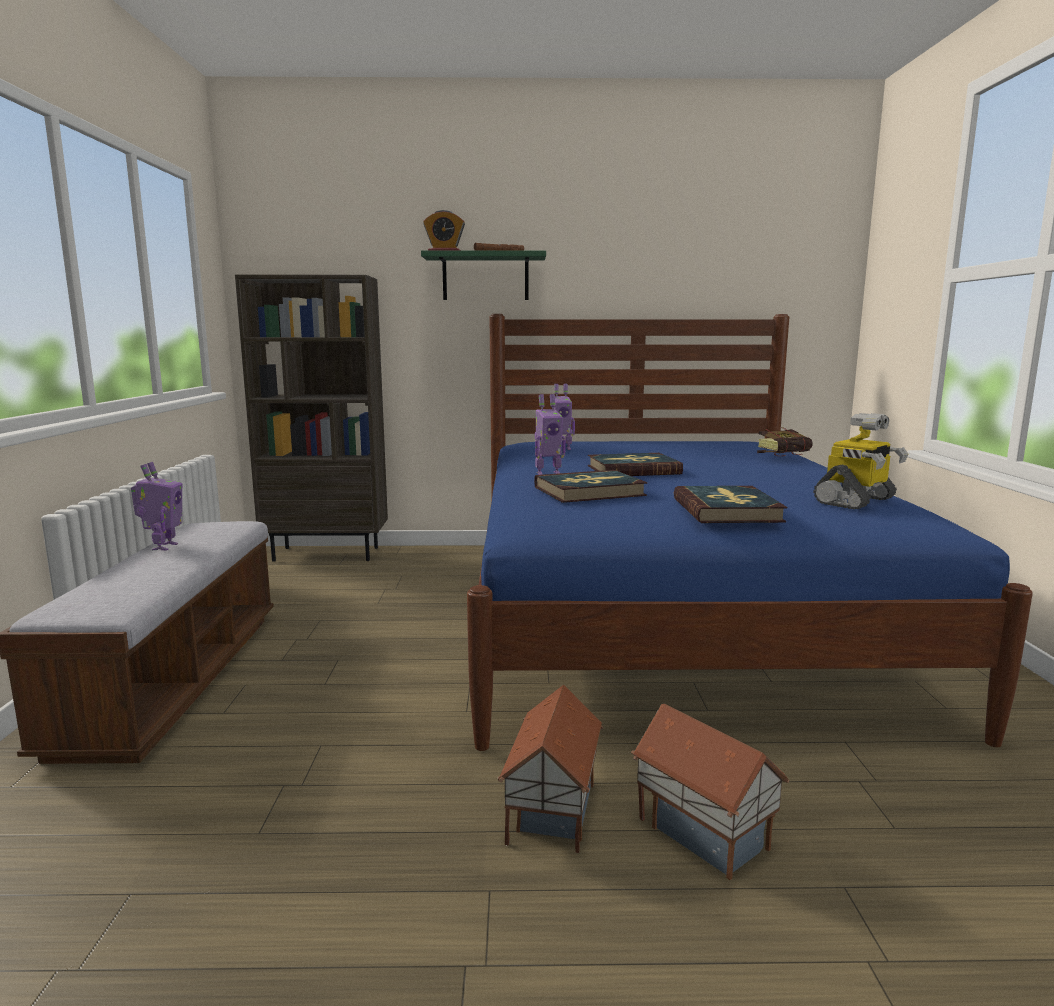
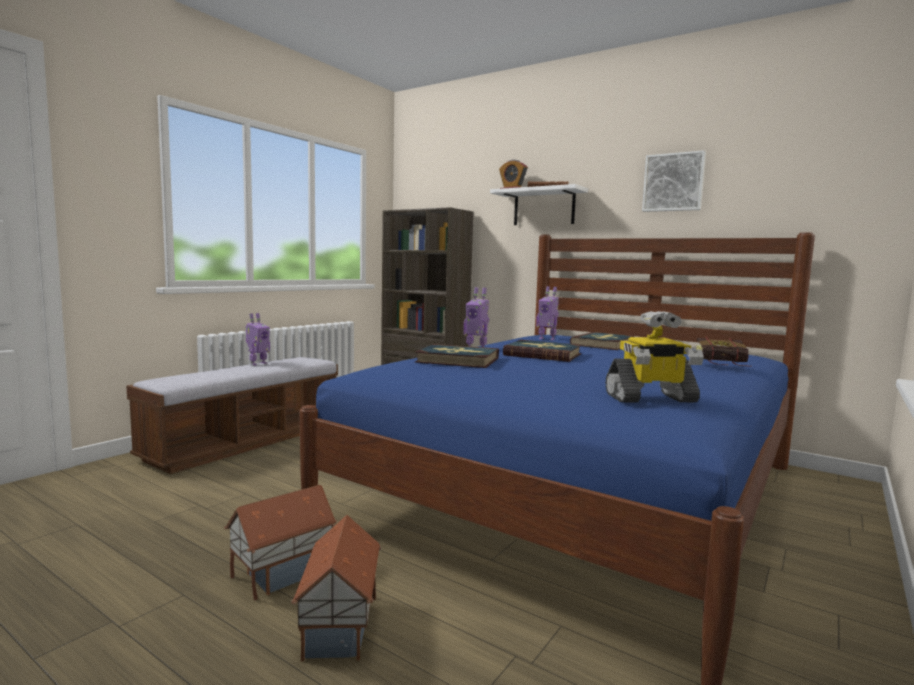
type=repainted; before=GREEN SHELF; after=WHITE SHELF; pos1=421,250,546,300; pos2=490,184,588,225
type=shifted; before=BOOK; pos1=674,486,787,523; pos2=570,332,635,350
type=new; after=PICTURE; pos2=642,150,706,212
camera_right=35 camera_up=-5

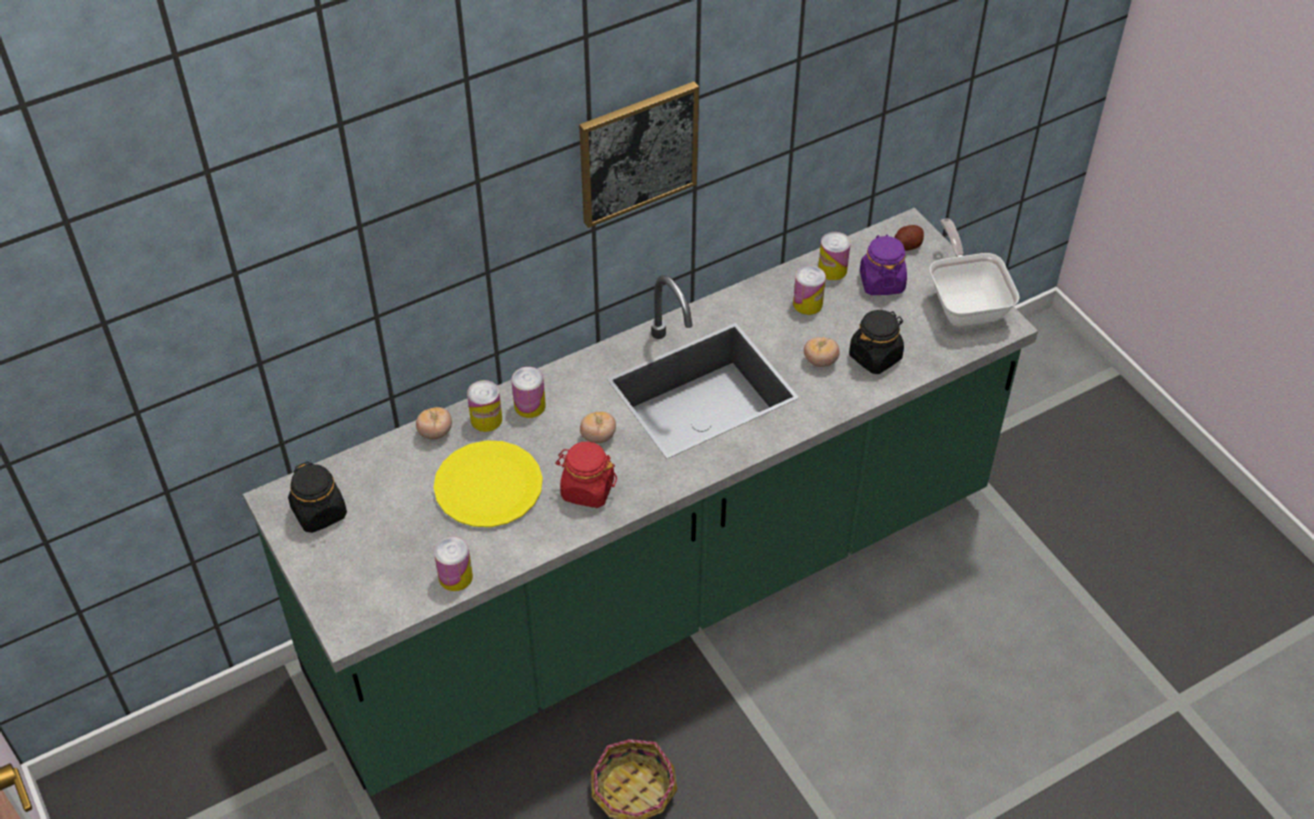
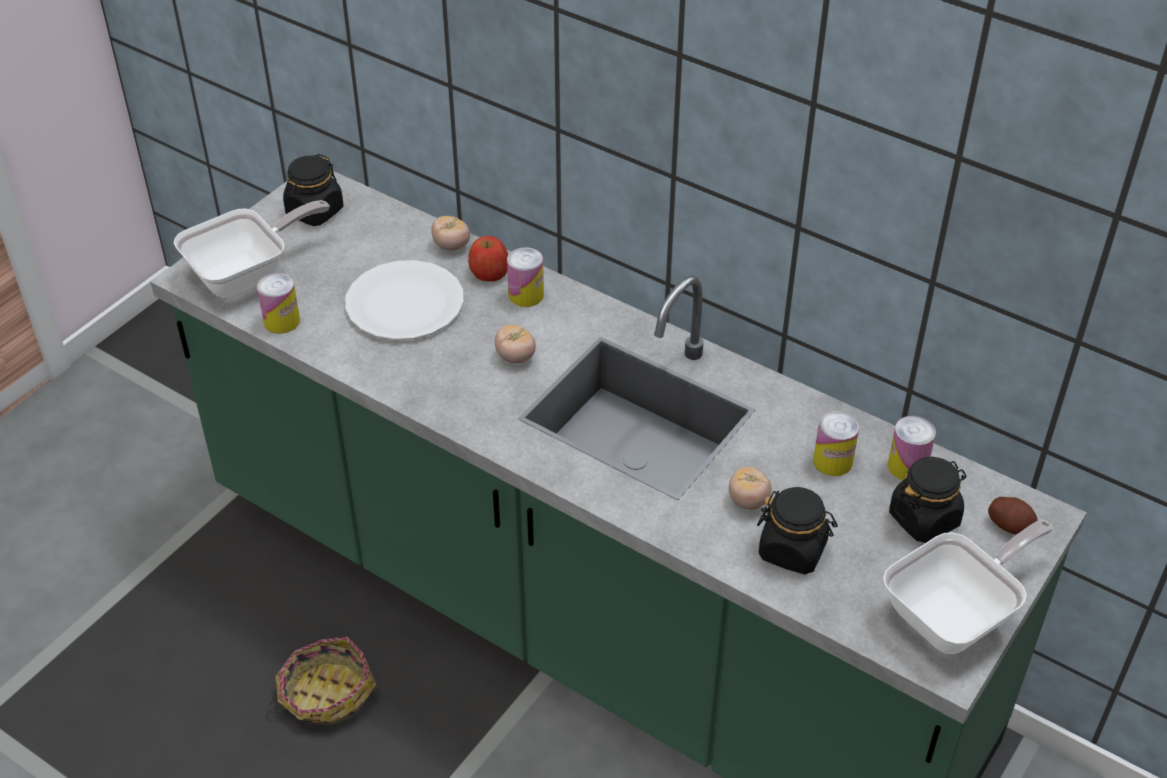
type=new; after=FRYING PAN; pos2=174,200,330,298
type=repainted; before=YELLOW PLATE; after=WHITE PLATE; pos1=433,441,543,527; pos2=345,260,464,340
type=swapped; before=CAN; after=APPLE; pos1=467,380,502,432; pos2=468,236,508,282
type=repainted; before=PURPLE JAR; after=BLACK JAR; pos1=860,234,907,295; pos2=889,457,966,543
type=gone; before=RED JAR; pos1=555,442,617,508
type=gone; before=PICTURE; pos1=579,81,699,228
camera_right=65 camera_up=-5

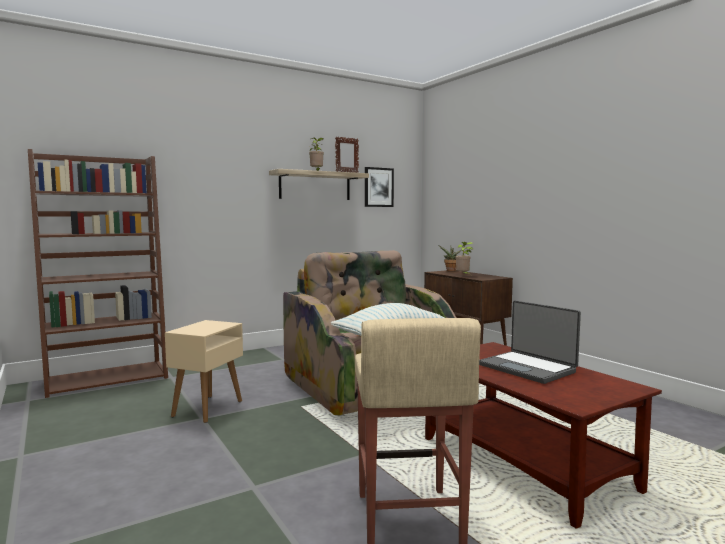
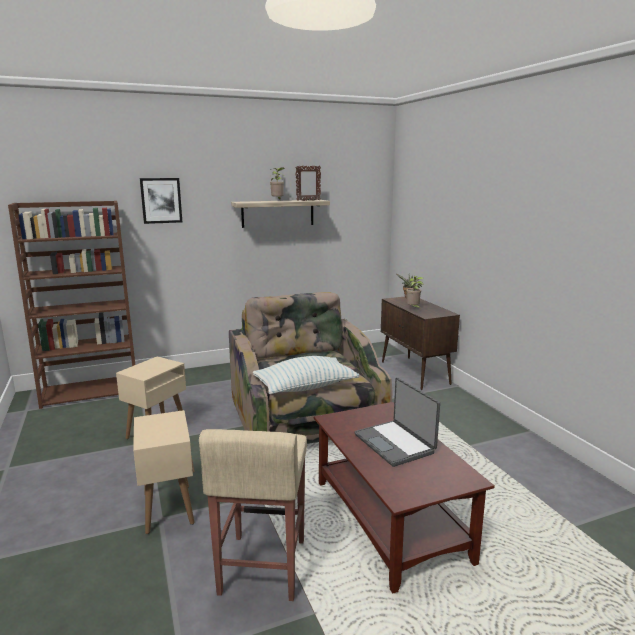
type=new; after=BEIGE SIDE TABLE; pos2=133,410,195,534
type=shifted; before=PICTURE; pos1=365,167,394,207; pos2=140,178,182,224
camera_right=10 camera_up=10

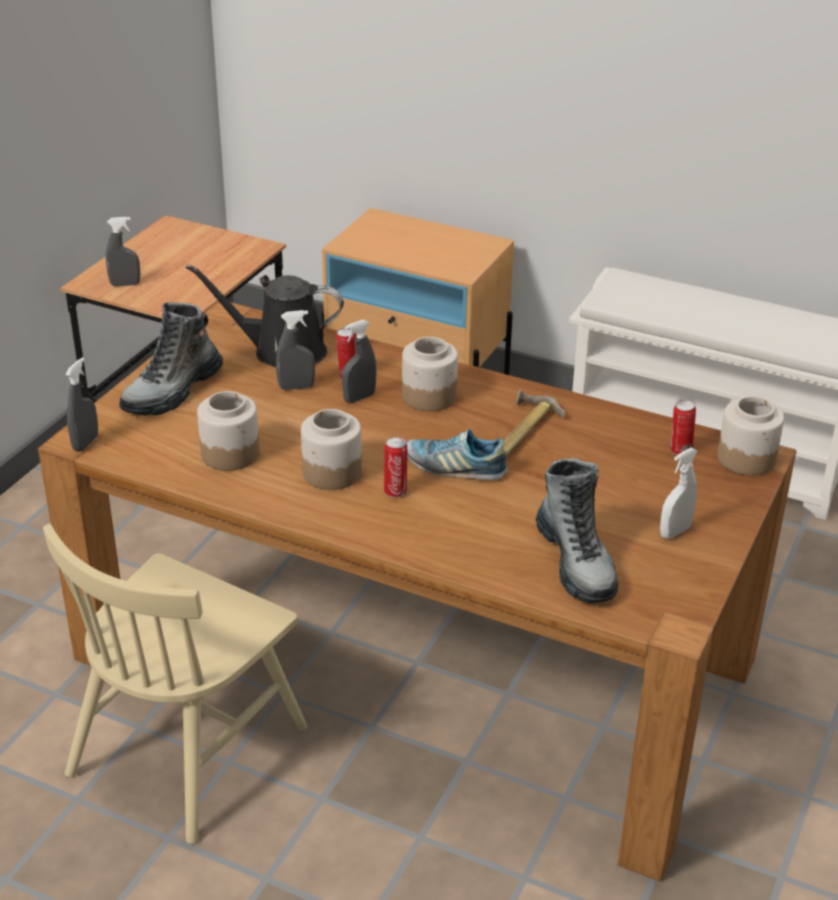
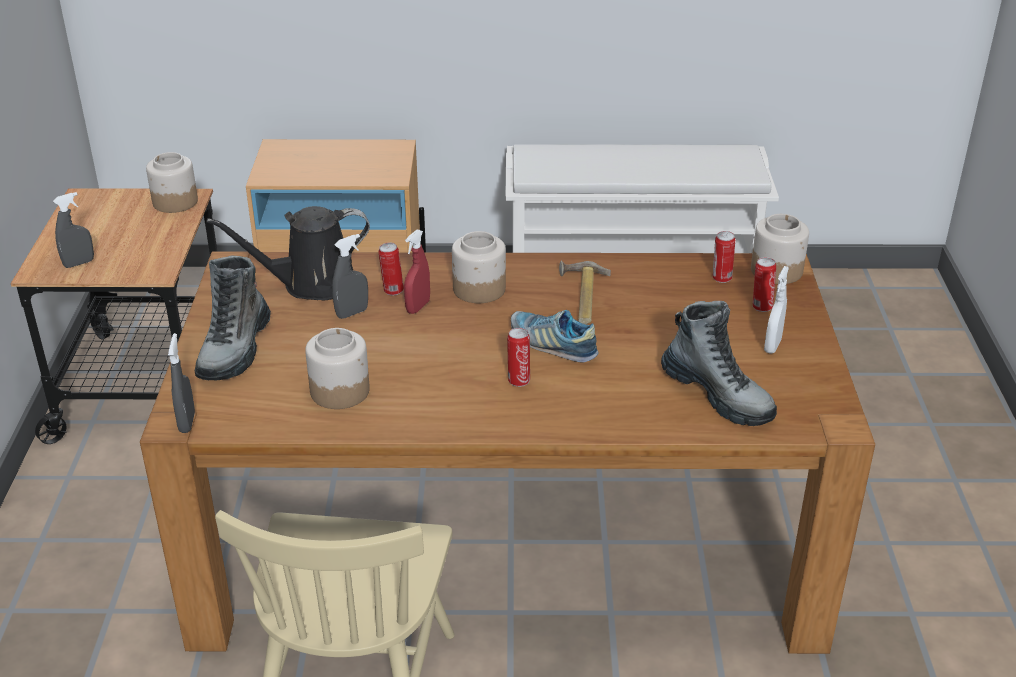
type=shifted; before=JAR; pos1=301,409,362,490; pos2=146,152,198,213
type=repainted; before=GREY SPRAY BOTTLE; after=RED SPRAY BOTTLE; pos1=342,320,376,403; pos2=404,230,430,314
type=rotated; before=SHOE; pos1=406,429,507,480; pos2=511,310,599,363; turn=45
type=new; after=CAN; pos2=753,257,776,312
camera_right=-25 camera_up=0

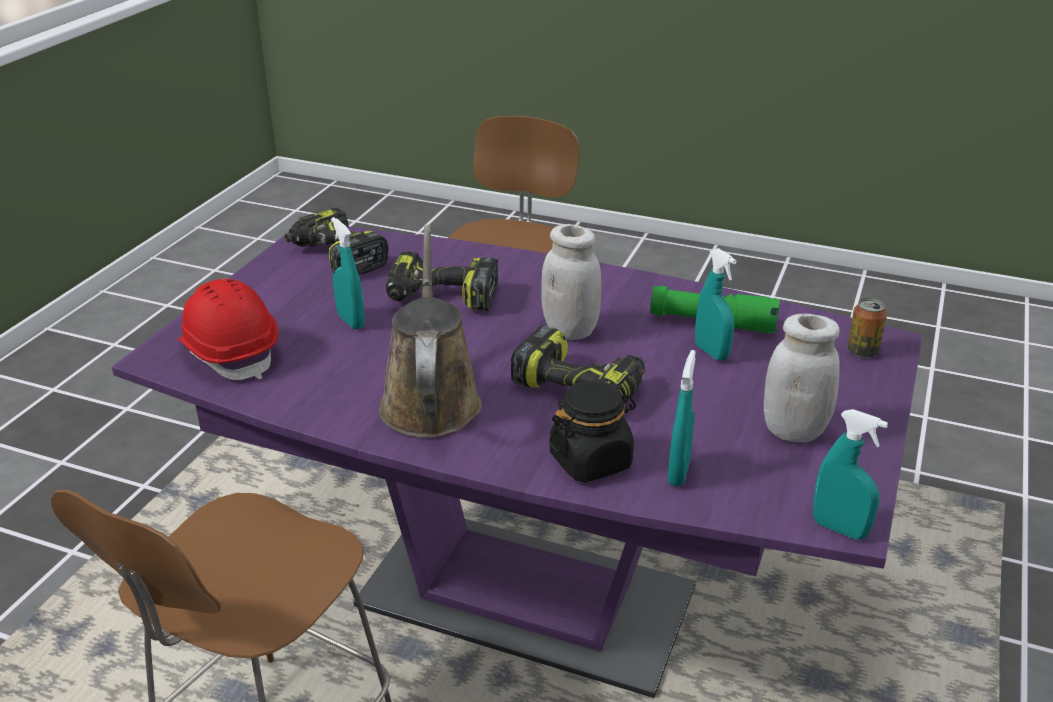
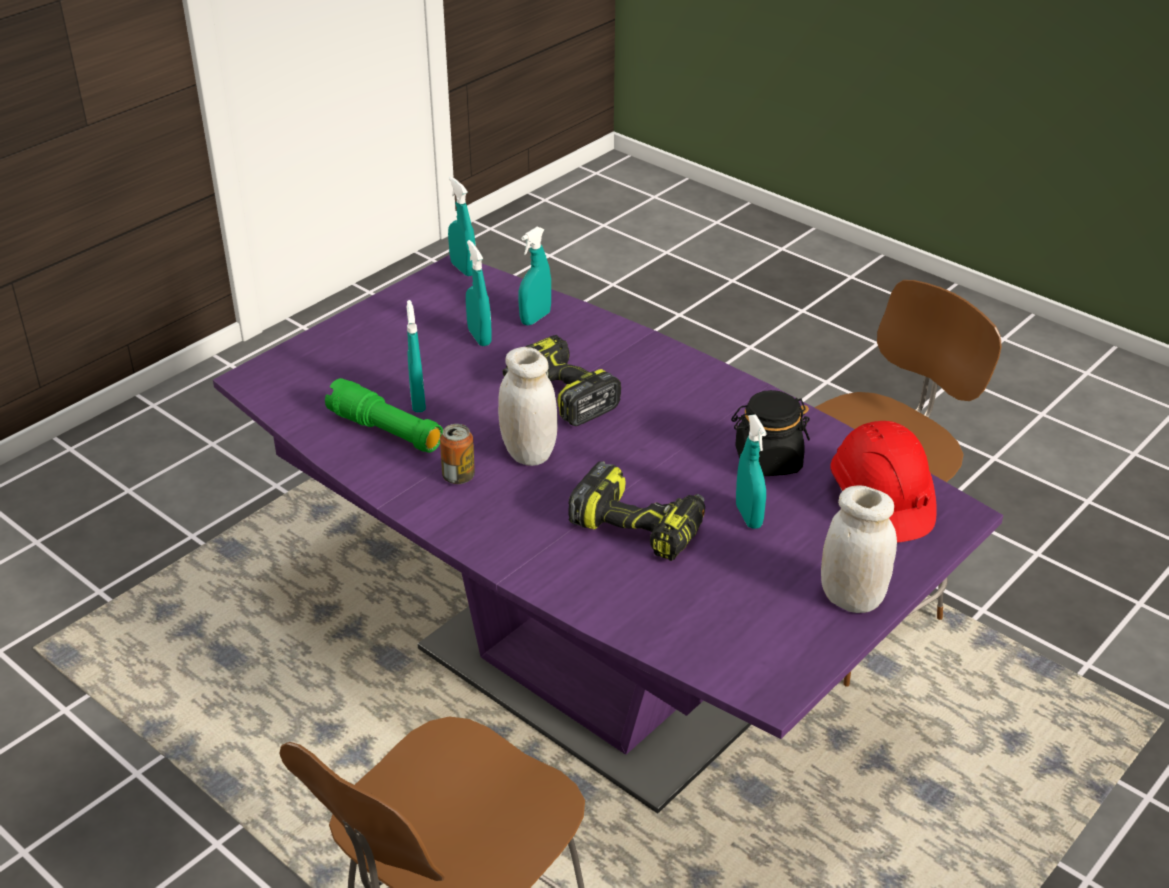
type=shifted; before=CAN; pos1=847,298,887,358; pos2=440,424,475,484
type=new; after=TURQUOISE SPRAY BOTTLE; pos2=466,240,492,346
type=shifted; before=BLACK JAR; pos1=549,380,636,483; pos2=731,390,810,476
type=shifted; before=WHITE JAR; pos1=764,314,840,443; pos2=821,486,897,613
type=gone; before=POWER DRILL; pos1=285,208,389,275
type=gone; before=BROWN WATERING CAN; pos1=379,225,482,438
camera_right=-160 camera_up=5

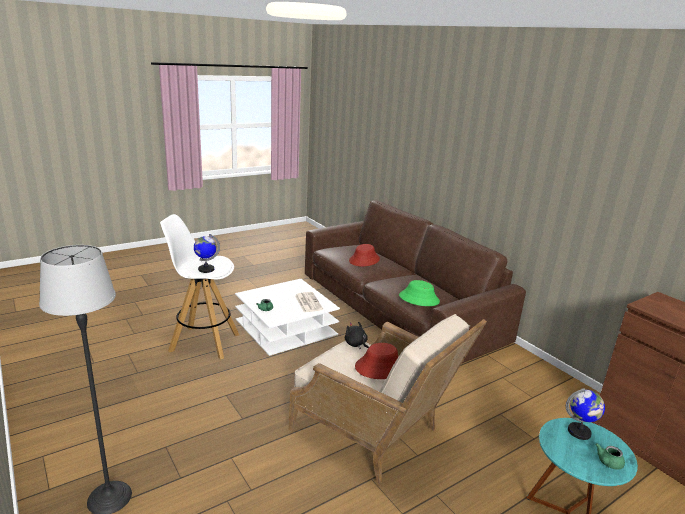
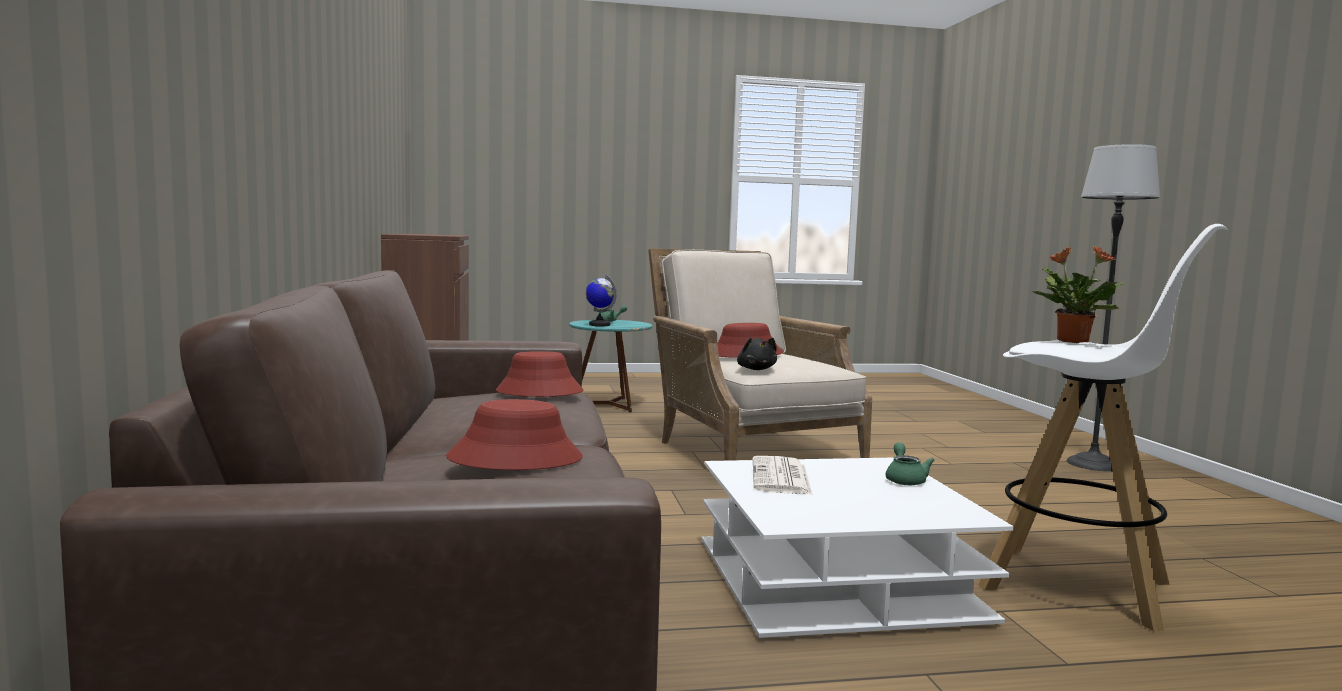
type=repainted; before=GREEN HAT; after=RED HAT; pos1=399,280,440,306; pos2=496,351,583,397
type=swapped; before=GLOBE; after=POTTED PLANT; pos1=194,234,220,273; pos2=1032,246,1125,343
camera_right=-155 camera_up=-15

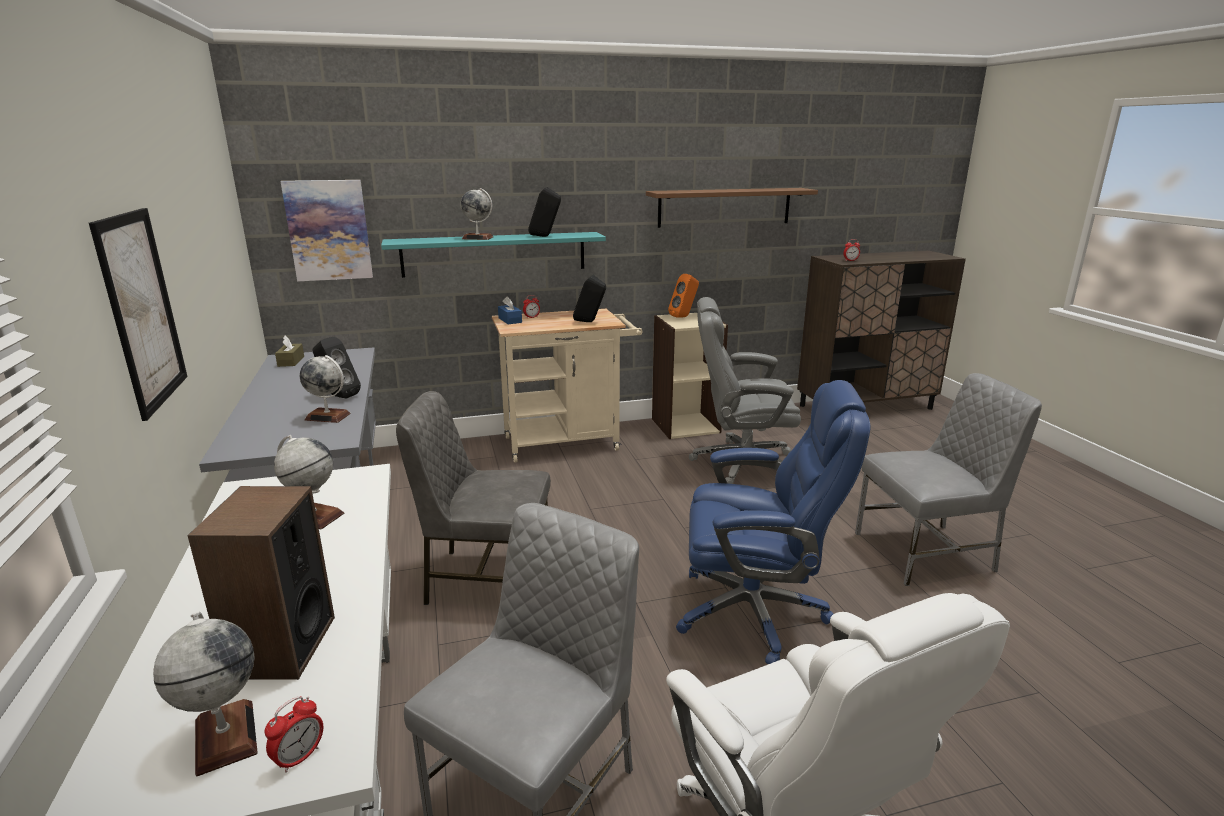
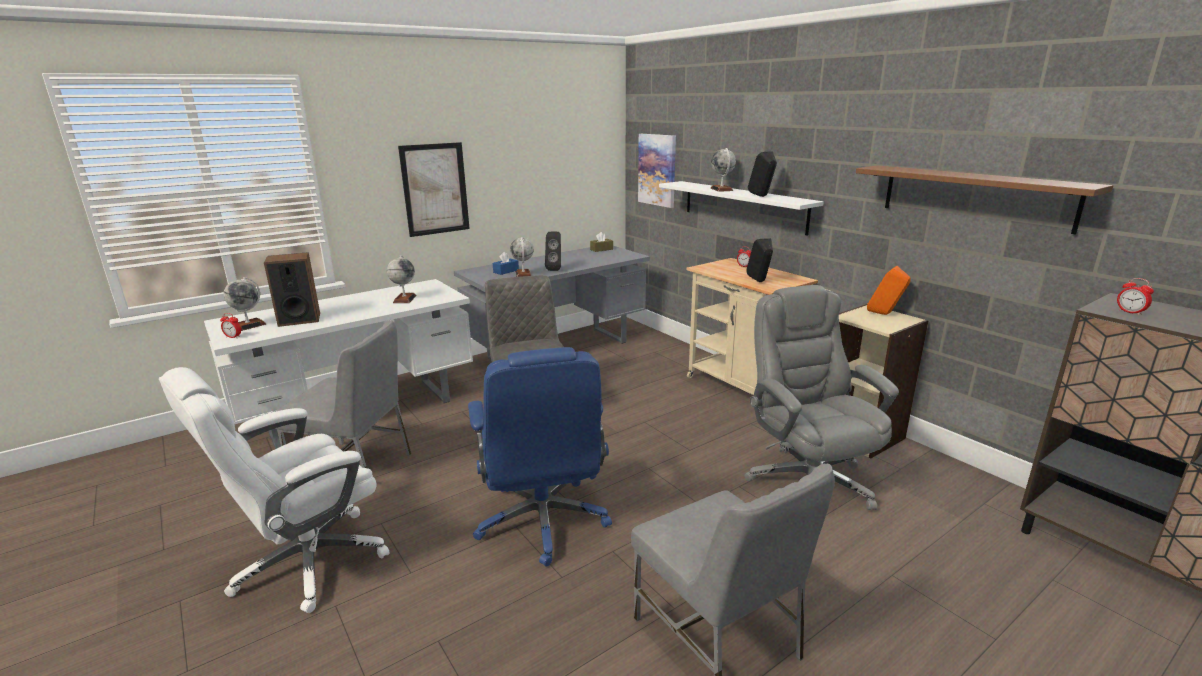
type=shifted; before=BLUE TISSUE BOX; pos1=498,296,522,324; pos2=493,252,519,275
type=repainted; before=TURQUOISE SHELF; after=WHITE SHELF; pos1=381,232,606,278; pos2=659,181,824,236
camera_right=70 camera_up=0

